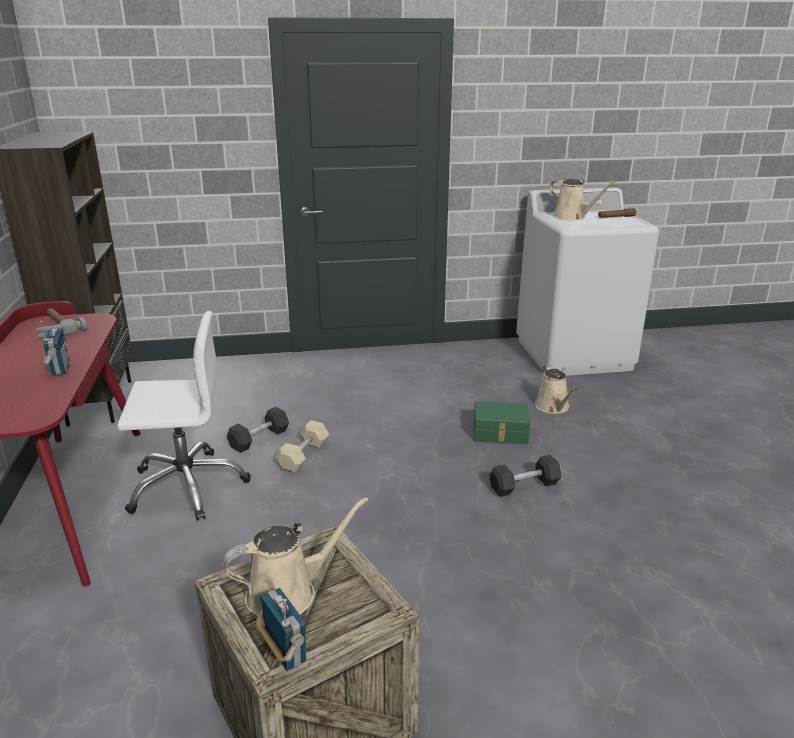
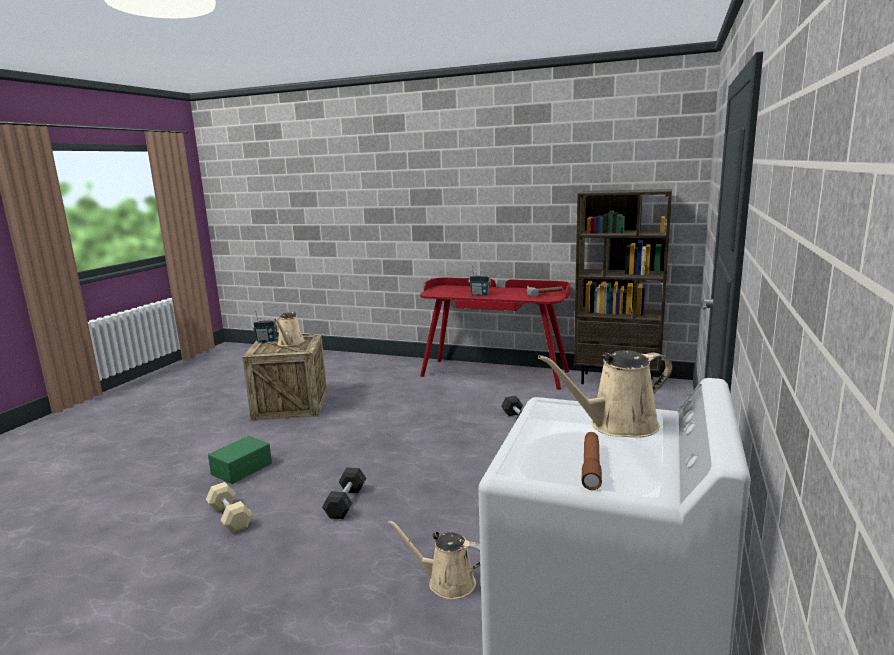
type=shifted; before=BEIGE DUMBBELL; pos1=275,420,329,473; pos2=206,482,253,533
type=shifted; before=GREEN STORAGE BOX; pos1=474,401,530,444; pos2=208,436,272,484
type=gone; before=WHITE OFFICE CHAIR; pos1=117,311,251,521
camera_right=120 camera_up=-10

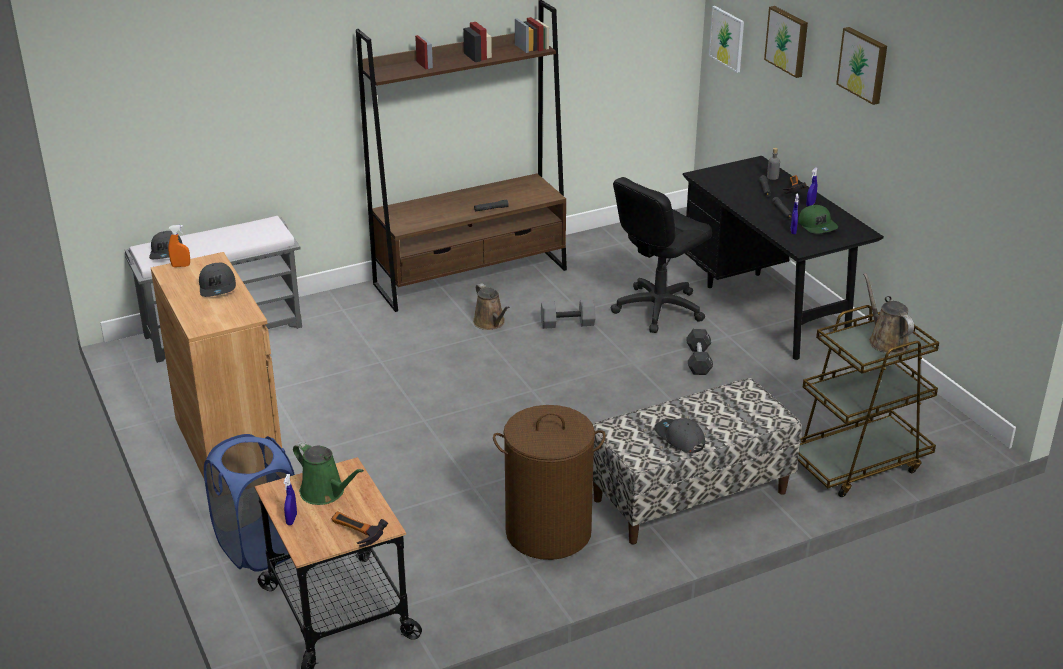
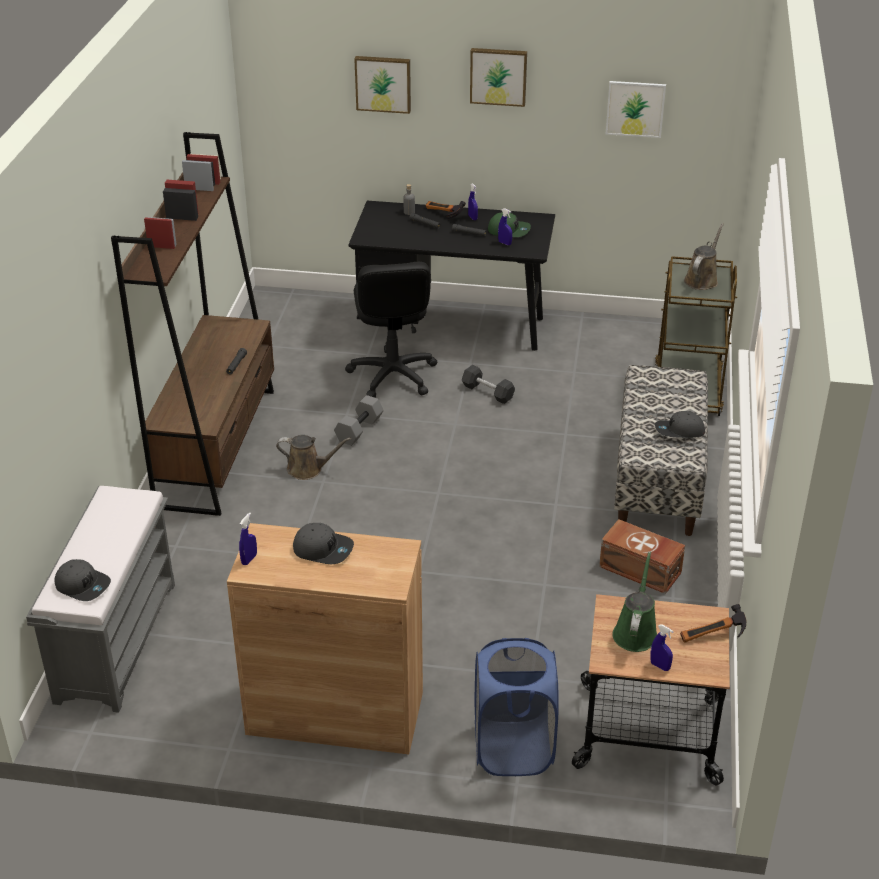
type=repainted; before=ORANGE SPRAY BOTTLE; after=BLUE SPRAY BOTTLE; pos1=168,225,190,267; pos2=239,513,257,565
type=swapped; before=BROWN LAUNDRY BASKET; after=BROWN STORAGE BOX; pos1=493,405,606,560; pos2=599,519,685,594
type=shifted; before=PICTURE; pos1=709,6,744,73; pos2=606,81,666,138
type=rotated; before=GREEN WATERING CAN; pos1=293,442,364,505; pos2=612,551,657,652; turn=-60
type=rotated; before=BROWN WATERING CAN; pos1=863,273,914,354; pos2=684,223,724,290; turn=105
camera_right=-55 camera_up=5

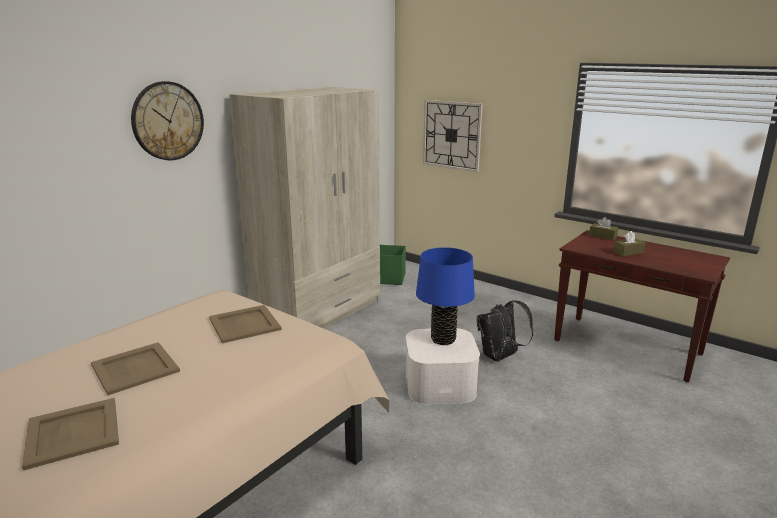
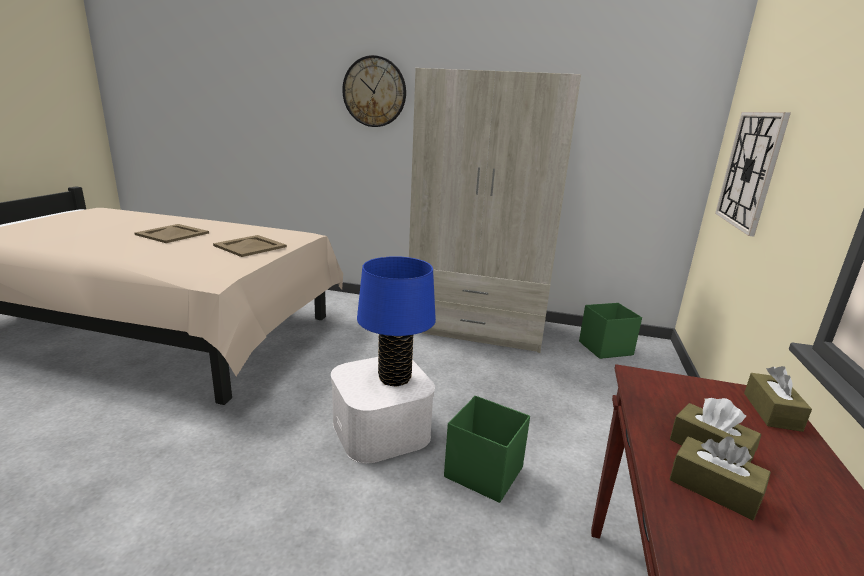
type=swapped; before=BLACK BACKPACK; after=GREEN STORAGE BOX; pos1=477,300,533,361; pos2=444,396,530,503
type=new; after=BROWN TISSUE BOX; pos2=670,436,771,520
type=gone; before=BEIGE TRAY; pos1=22,398,119,470
camera_right=65 camera_up=0

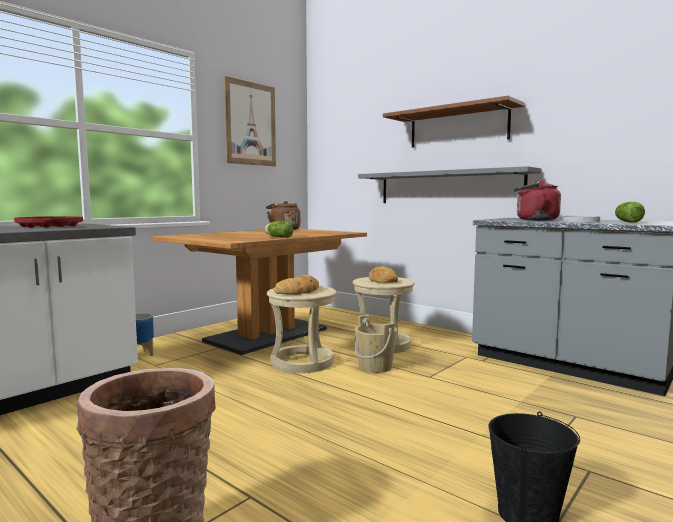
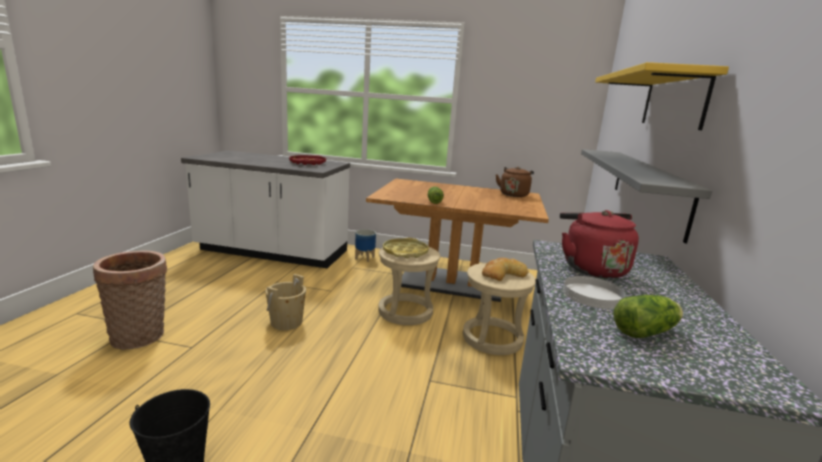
type=shifted; before=BEIGE BUCKET; pos1=355,315,397,373; pos2=265,274,306,330
type=swapped; before=BREAD; after=YELLOW TRAY; pos1=274,275,319,295; pos2=383,238,429,259
type=repainted; before=BROWN SHELF; after=YELLOW SHELF; pos1=383,96,525,148; pos2=595,62,729,130
type=gone; before=PICTURE; pos1=224,76,276,166
camera_right=60 camera_up=10

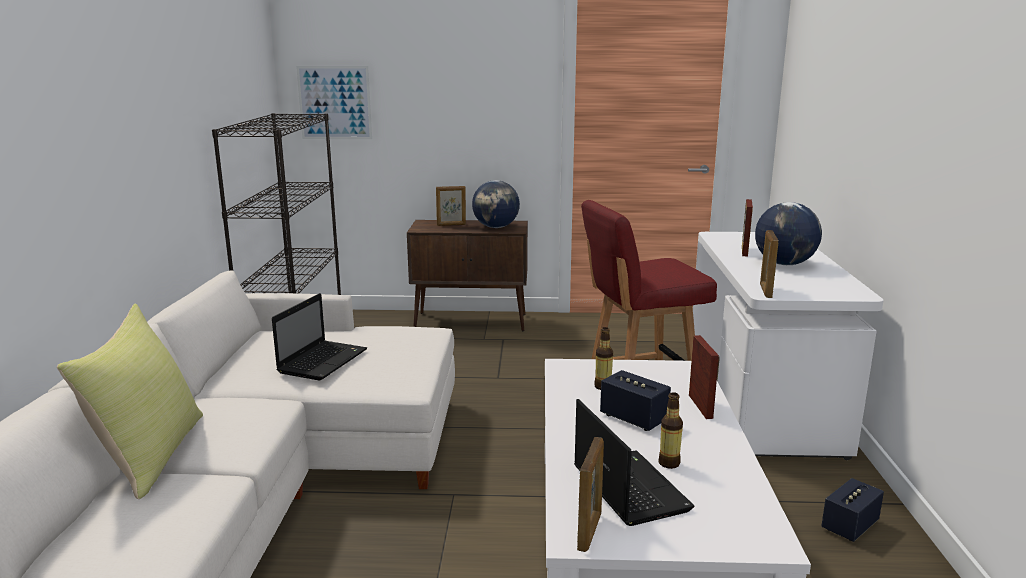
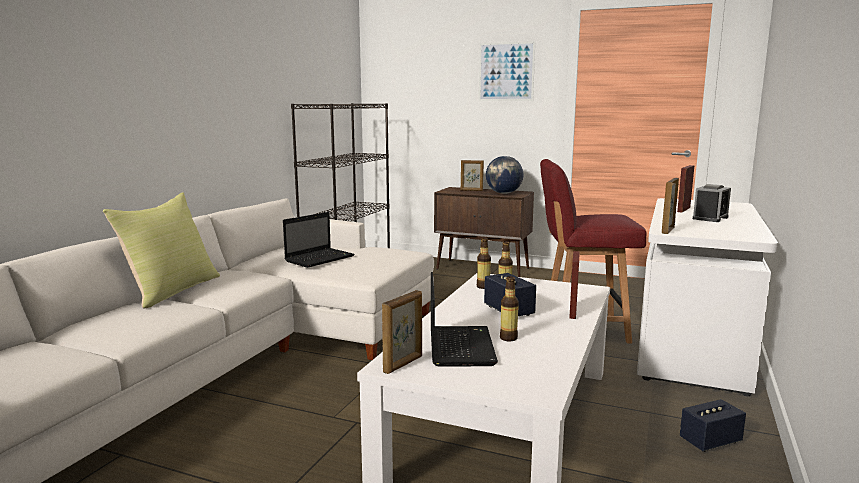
type=new; after=BOTTLE; pos2=477,238,491,289
type=shifted; before=PICTURE; pos1=296,66,372,139; pos2=479,41,535,101
type=swapped; before=GLOBE; after=ALARM CLOCK; pos1=755,202,822,265; pos2=693,184,731,222
camera_right=20 camera_up=-5

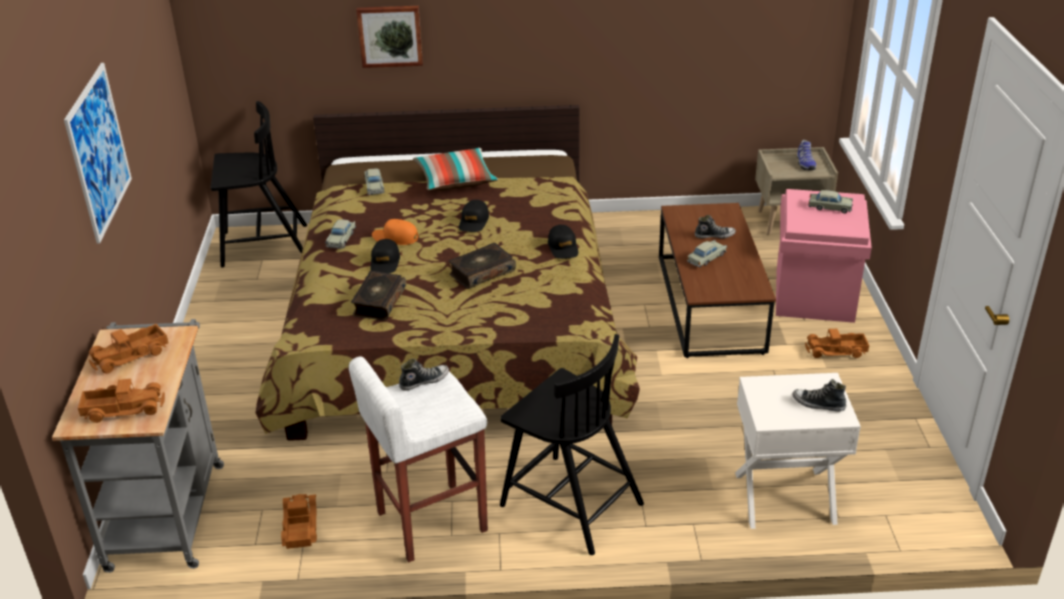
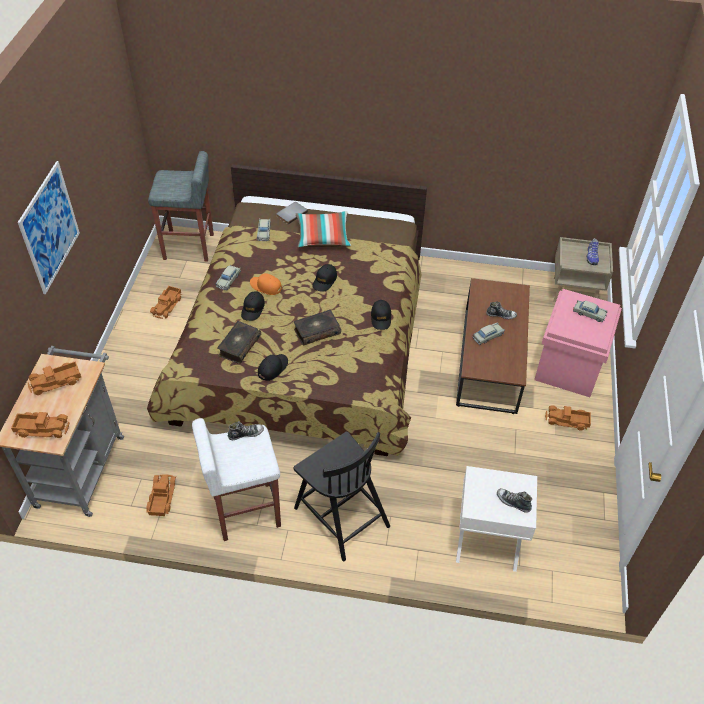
type=swapped; before=BLACK CHAIR; after=GREY STOOL; pos1=211,101,307,267; pos2=148,151,214,262
type=new; after=TOY TRUCK; pos2=150,286,182,319
type=new; after=BLACK CAP; pos2=258,354,288,381
type=new; after=GREY BOOK; pos2=276,202,308,224
type=gone; before=PICTURE; pos1=356,6,423,68
camera_right=10 camera_up=15

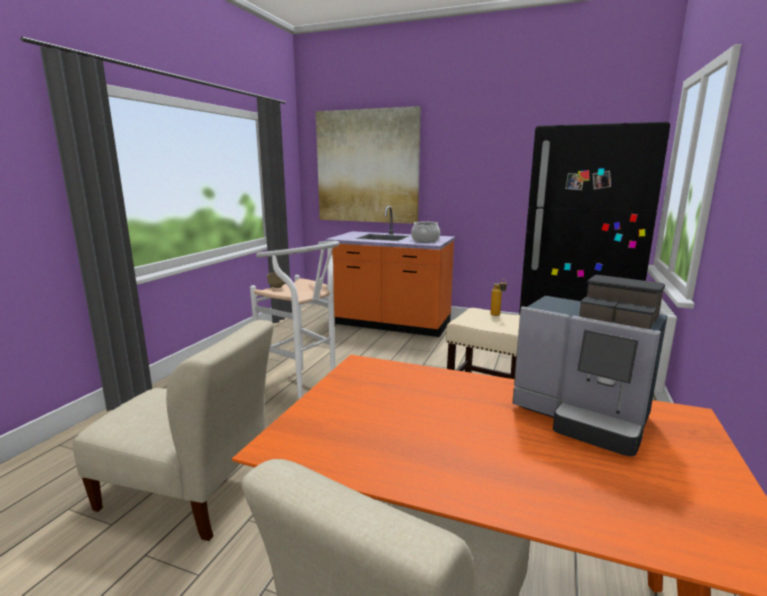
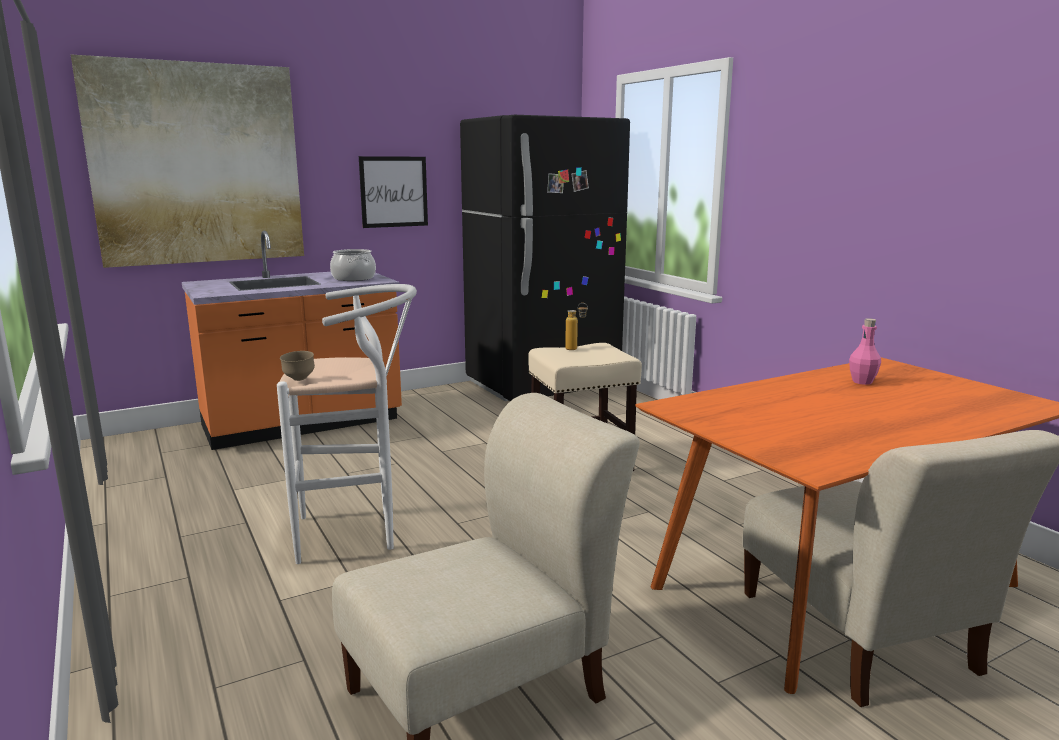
type=new; after=PICTURE; pos2=359,156,428,228
type=swapped; before=COFFEE MACHINE; after=PINK BOTTLE; pos1=513,275,668,456; pos2=849,318,881,385
camera_right=-50 camera_up=0

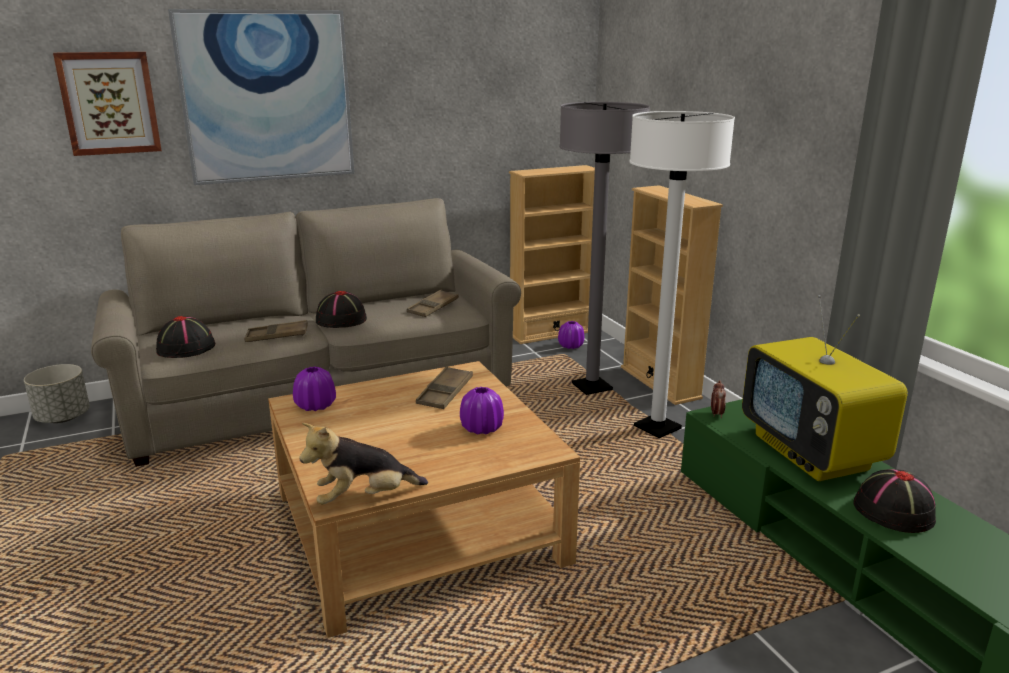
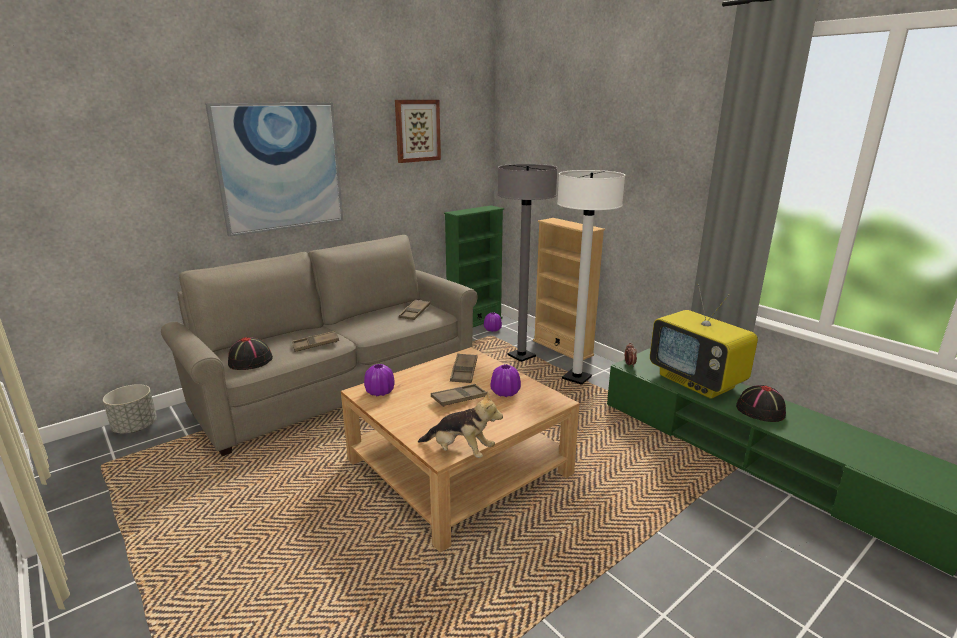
type=shifted; before=PICTURE; pos1=53,52,162,156; pos2=395,100,441,163
type=rotated; before=PLUSH TOY; pos1=299,423,428,505; pos2=418,392,503,458; turn=-120
type=new; after=BROWN TRAY; pos2=431,384,487,407
type=repainted; before=BEIGE BOOKCASE; after=GREEN BOOKCASE; pos1=509,165,595,344; pos2=444,205,504,327
type=gone; before=BLACK HAT; pos1=316,291,367,328
camera_right=-15 camera_up=0

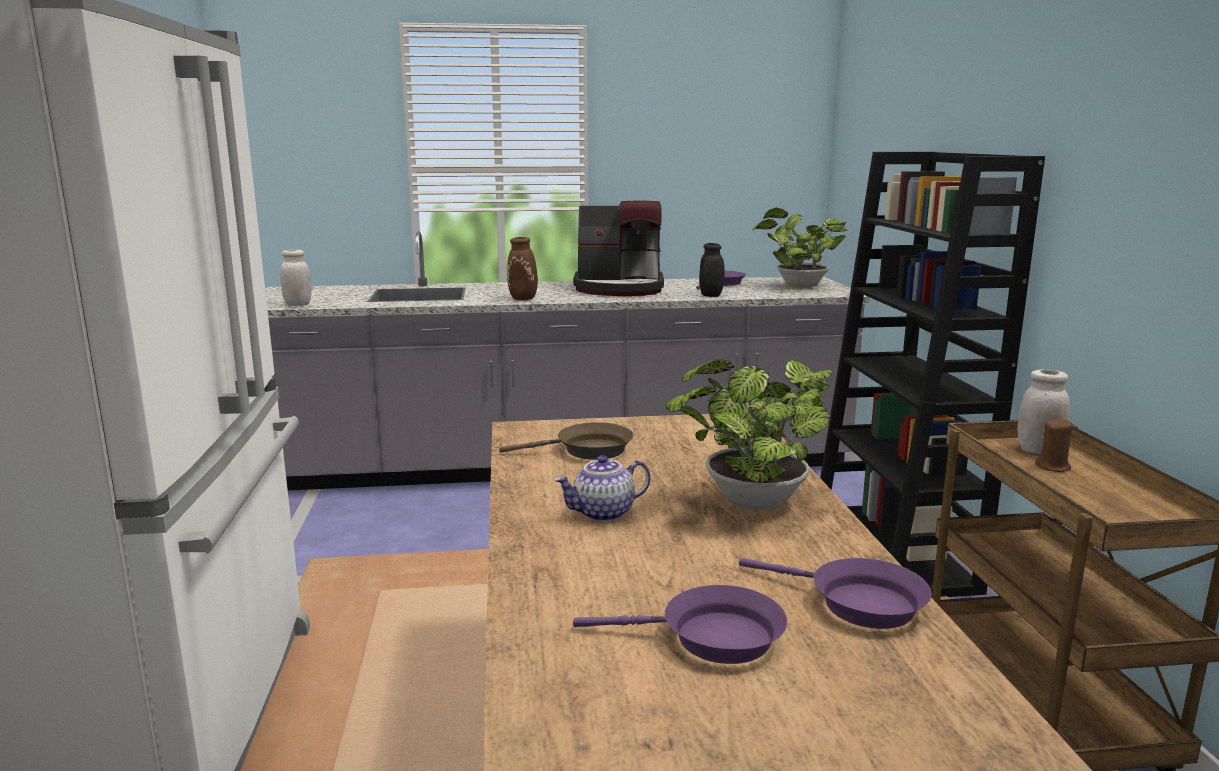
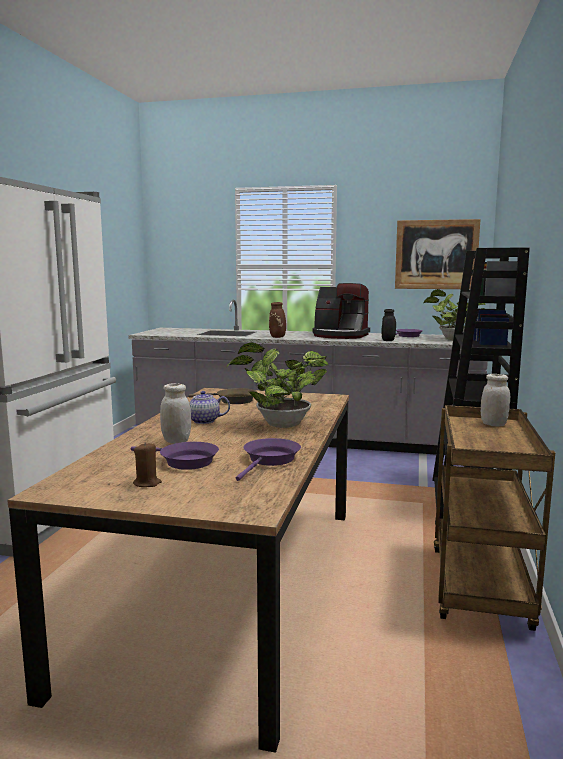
type=shifted; before=BROWN CANDLE; pos1=1035,418,1073,472; pos2=133,442,162,487
type=shifted; before=WHITE JAR; pos1=280,250,312,306; pos2=160,383,191,444
type=rotated; before=PURPLE FRYING PAN; pos1=739,558,932,629; pos2=236,438,301,481; turn=-120
type=new; after=PICTURE; pos2=395,219,480,289
camera_right=20 camera_up=-5

